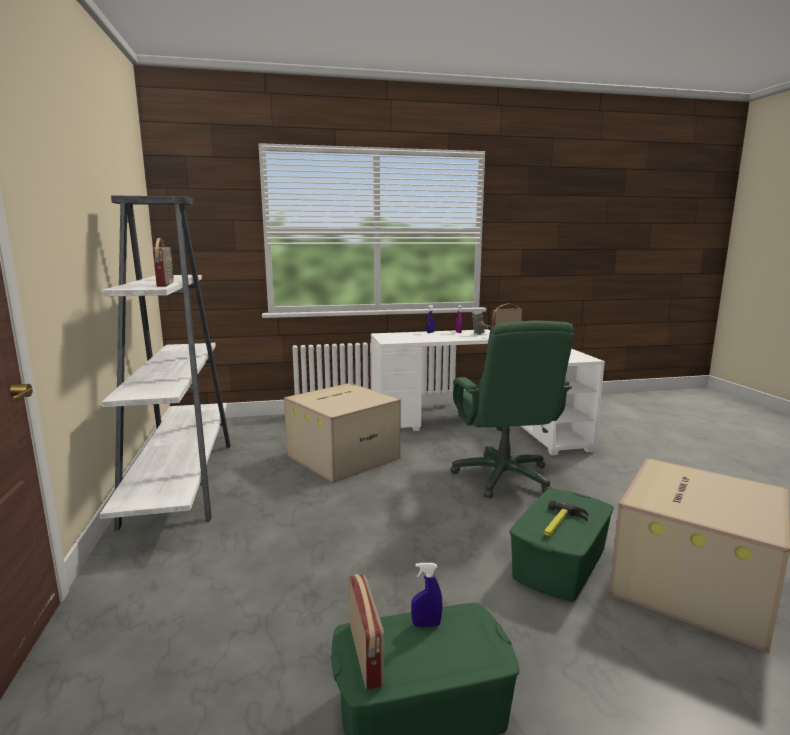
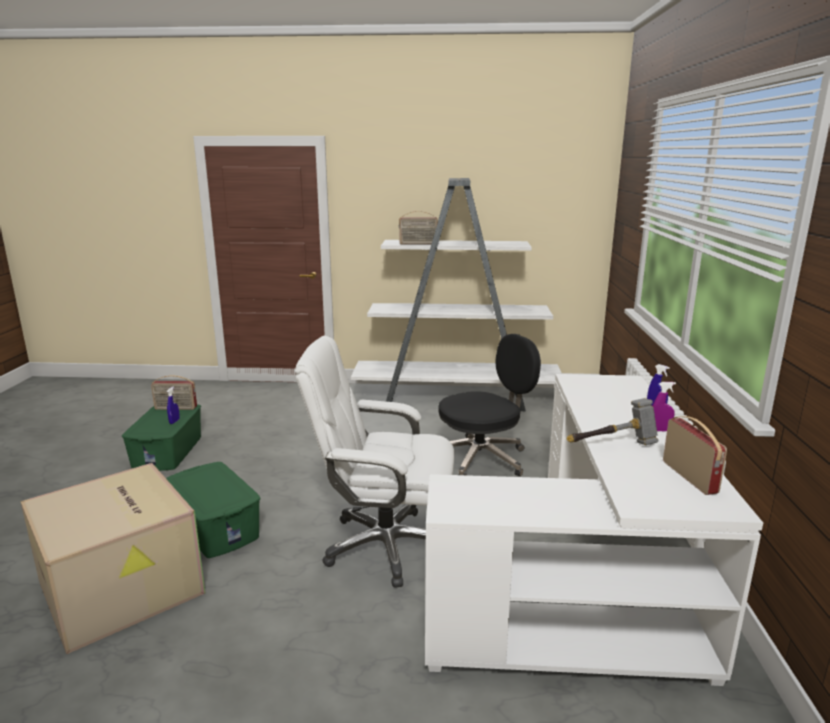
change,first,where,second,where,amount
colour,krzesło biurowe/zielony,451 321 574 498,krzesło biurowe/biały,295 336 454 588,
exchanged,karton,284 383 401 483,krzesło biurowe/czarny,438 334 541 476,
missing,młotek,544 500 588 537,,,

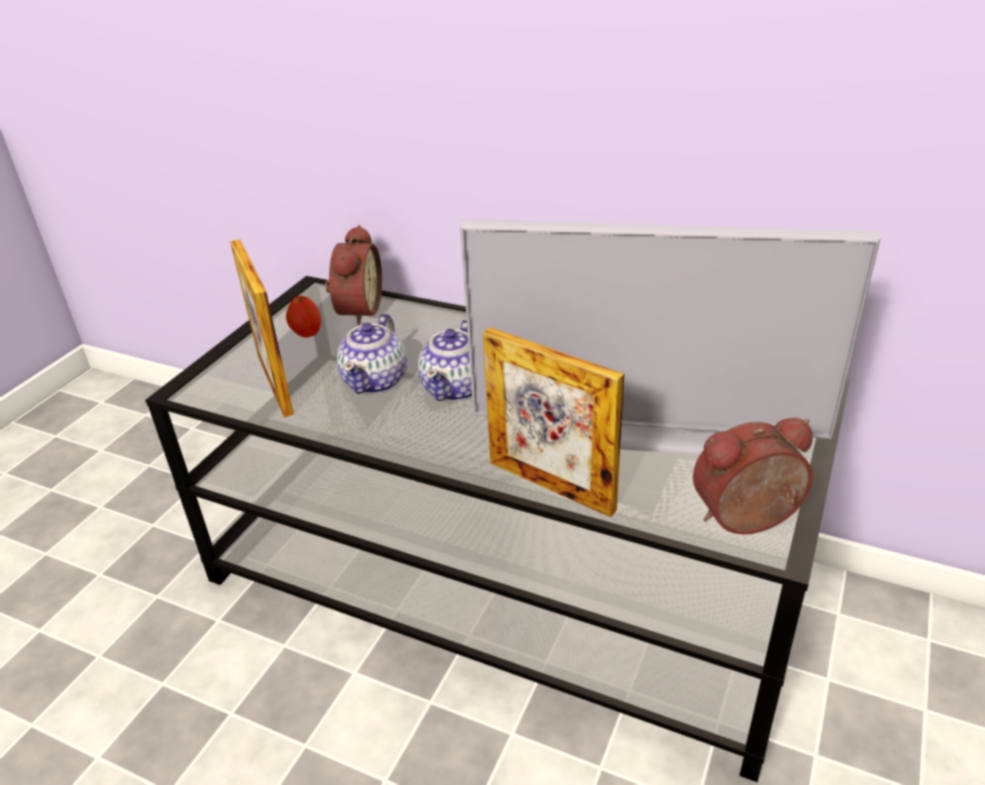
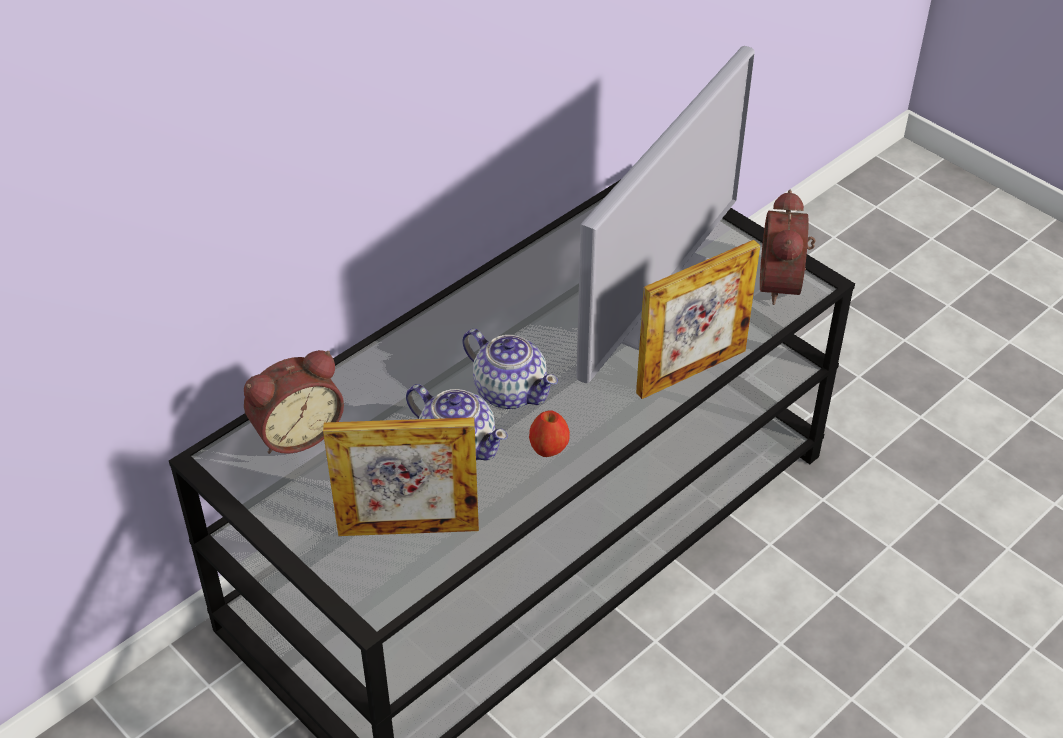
change,first,where,second,where,amount
spun,budzik,325 225 382 326,,244 350 344 454,120 degrees clockwise
relocated,jabłko,286 296 321 338,,529 410 570 457,

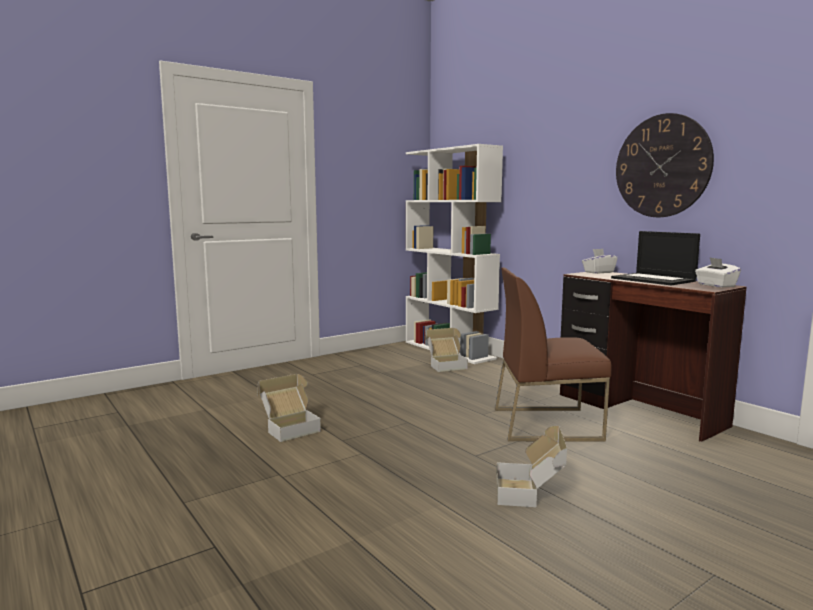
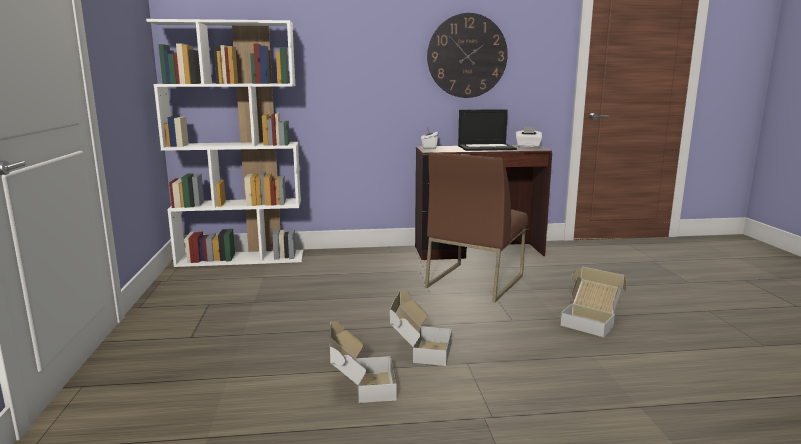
change,first,where,second,where,amount
relocated,karton,425 328 468 372,,390 291 452 366,

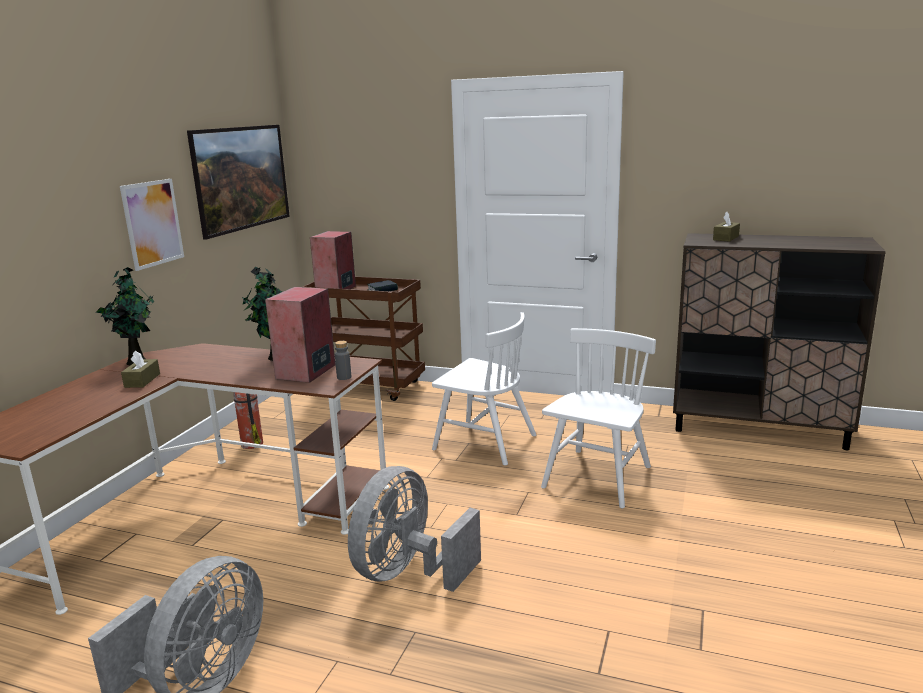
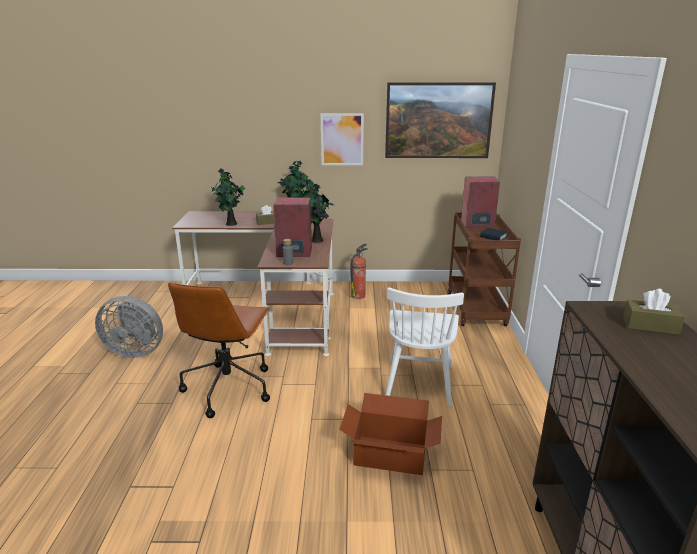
change,first,where,second,where,amount
exchanged,wentylator/szary,348 466 481 592,krzesło biurowe/brązowy,168 283 270 418,
appeared,,,roślina doniczkowa,212 169 245 226,
exchanged,krzesło/biały,541 328 656 508,karton,339 393 442 475,

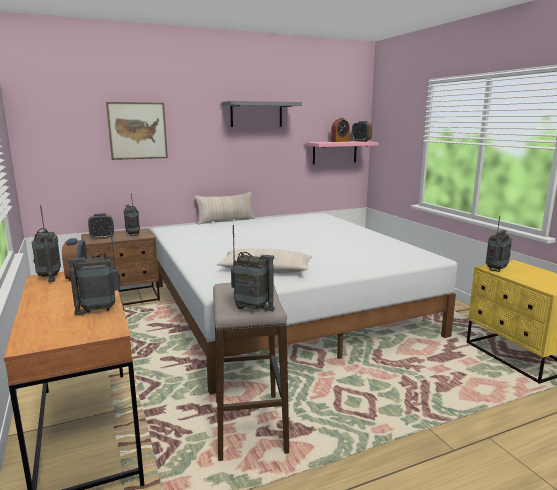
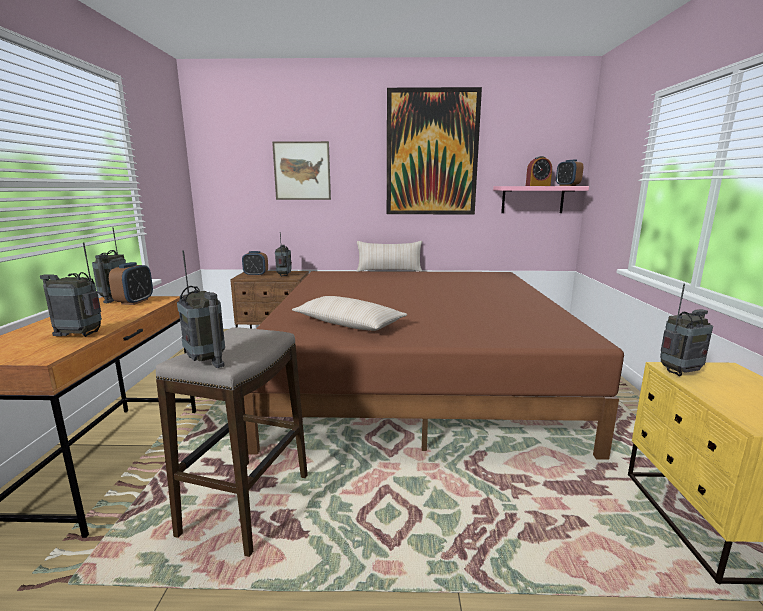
change,first,where,second,where,amount
colour,łóżko/biały,151 213 457 395,łóżko/brązowy,244 271 624 460,
exchanged,półka/szary,222 101 302 127,obraz,387 87 482 214,

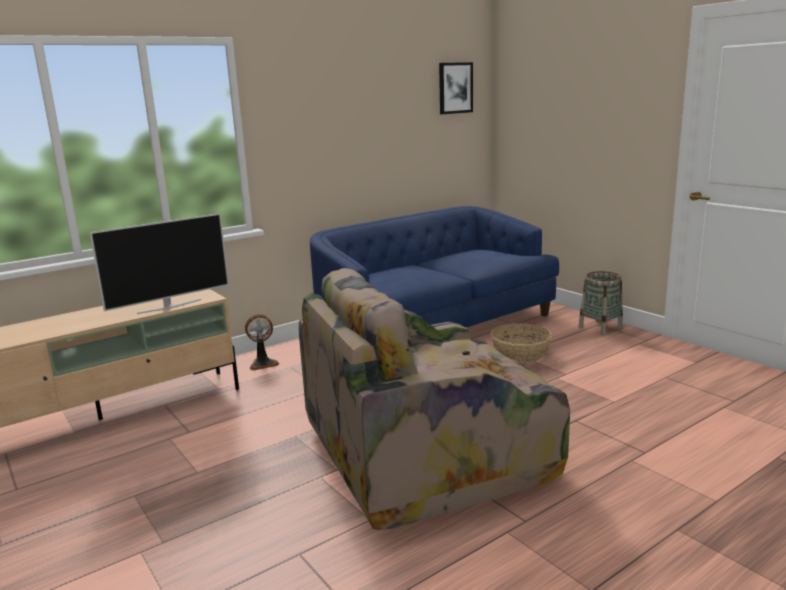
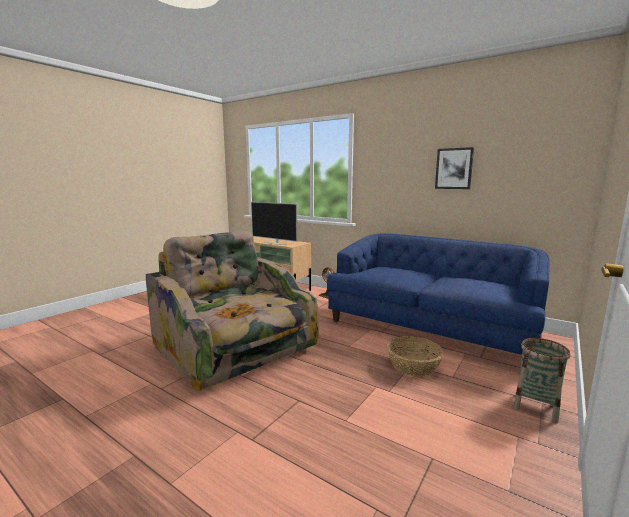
change,first,where,second,where,amount
relocated,obraz,439 62 473 114,,435 147 474 189,

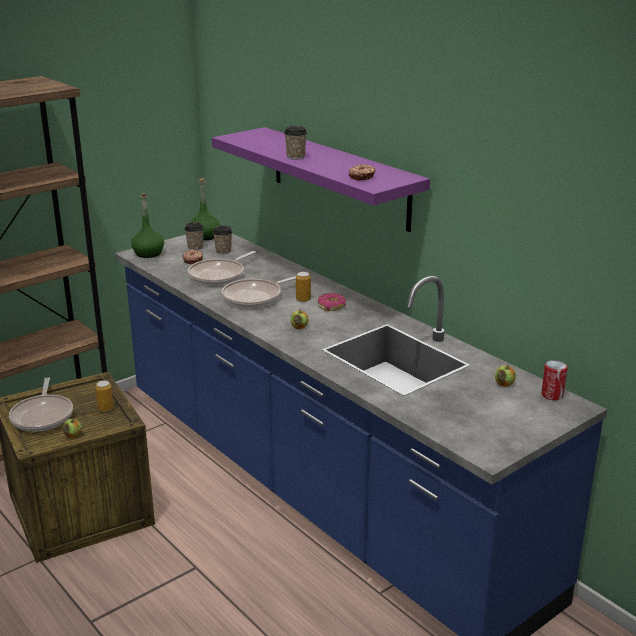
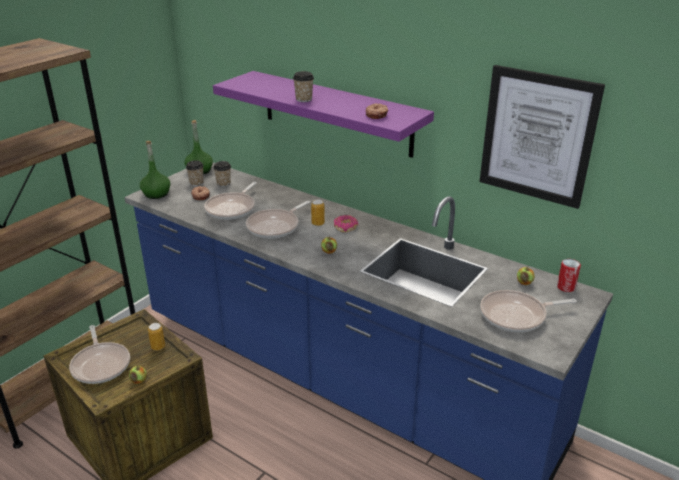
change,first,where,second,where,amount
appeared,,,obraz,479 65 605 209,
appeared,,,patelnia,480 290 577 332,

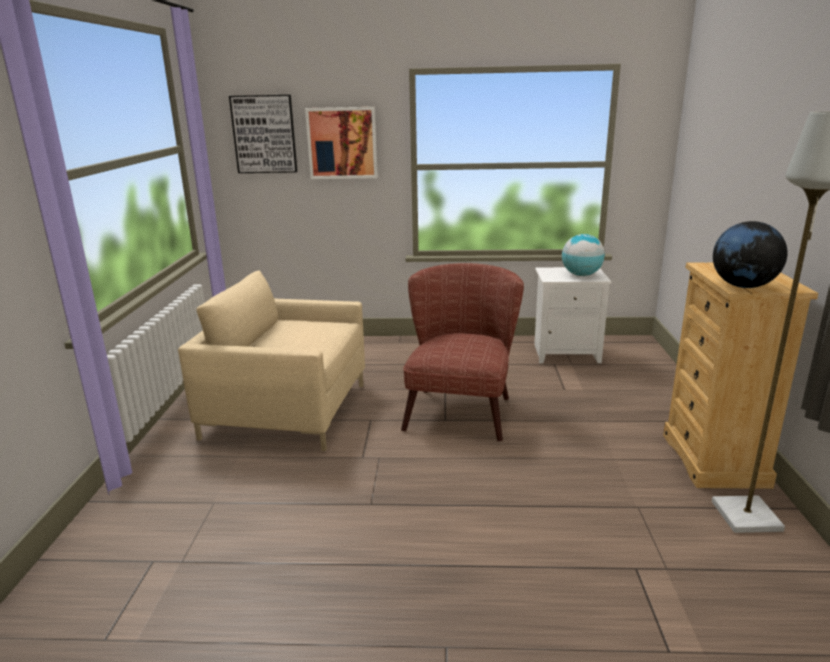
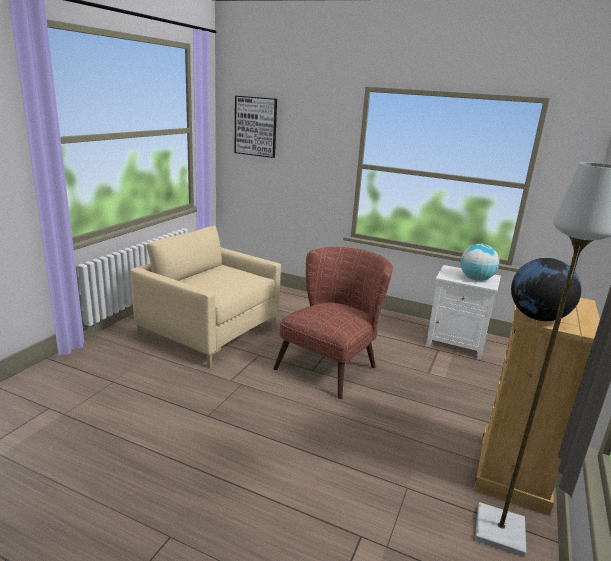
change,first,where,second,where,amount
missing,obraz,305 107 378 179,,,

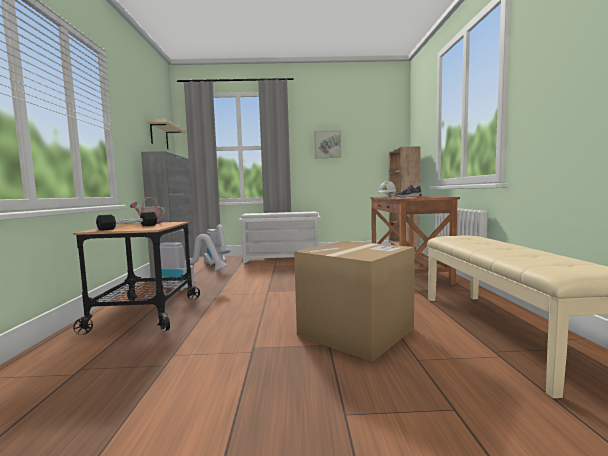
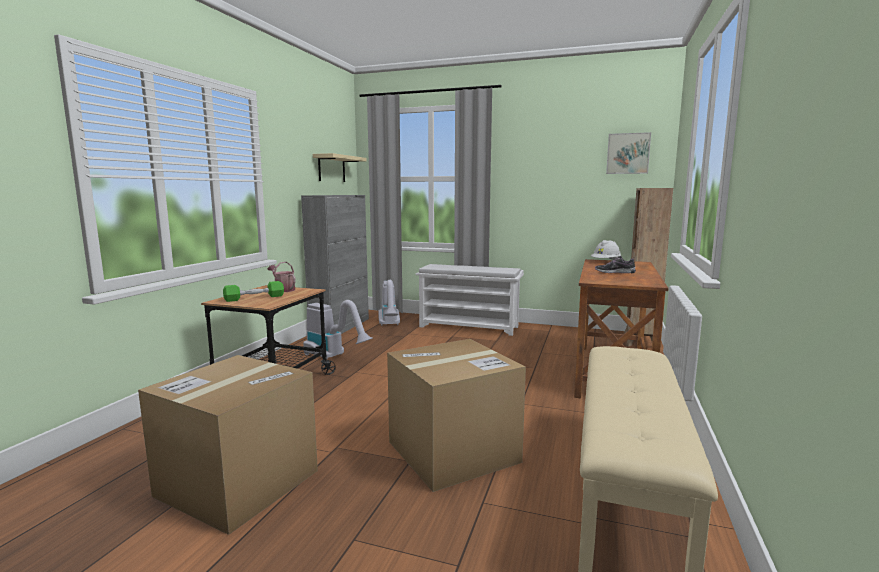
change,first,where,second,where,amount
appeared,,,karton,138 355 318 535,
colour,hantel/czarny,96 212 157 231,hantel/zielony,223 281 284 302,
relocated,obraz,314 130 341 158,,606 132 651 174,

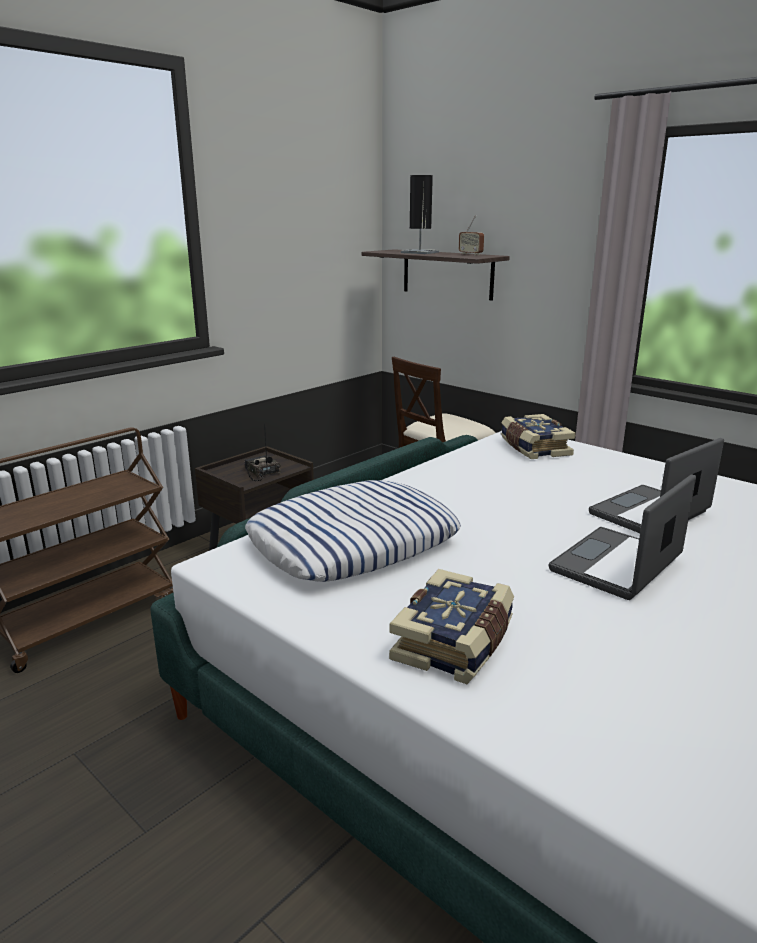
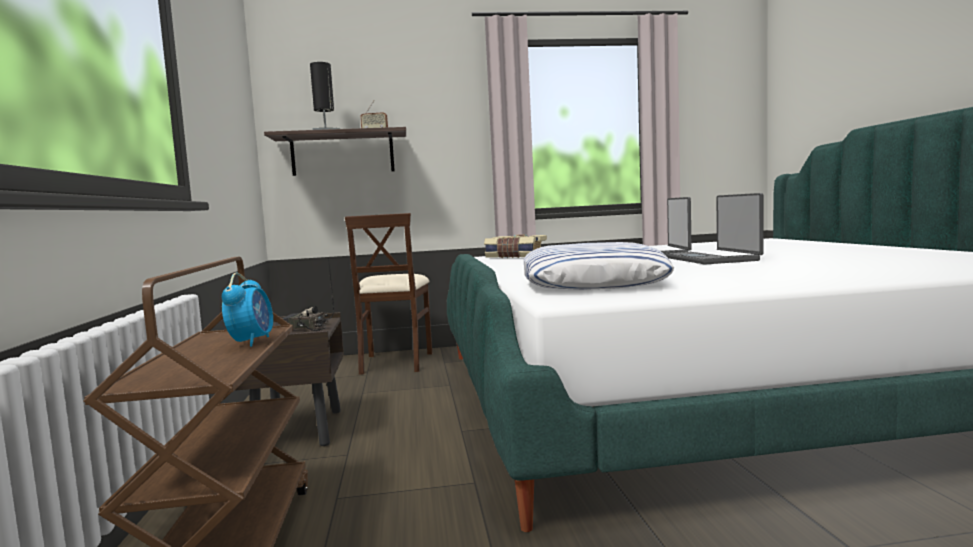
change,first,where,second,where,amount
appeared,,,budzik,222 273 273 347,
missing,książka,389 569 514 684,,,

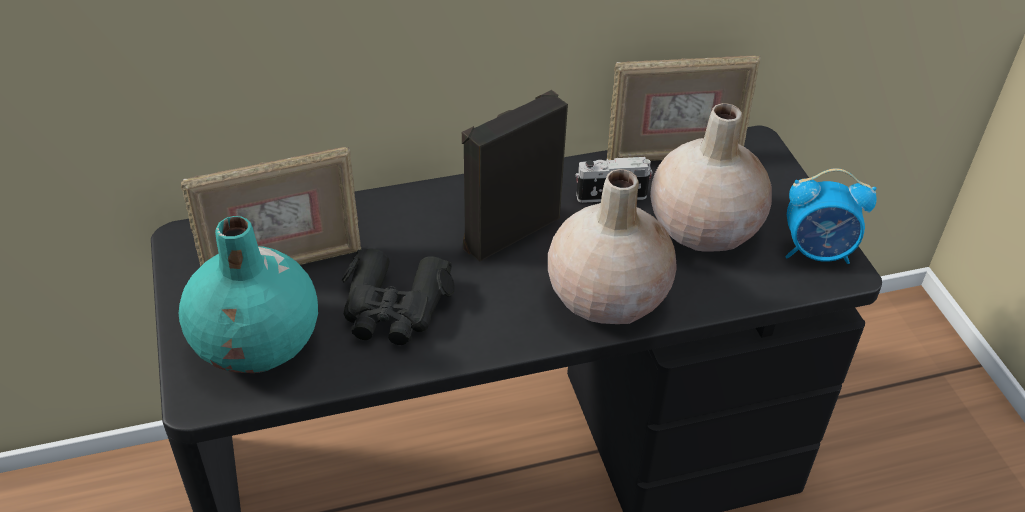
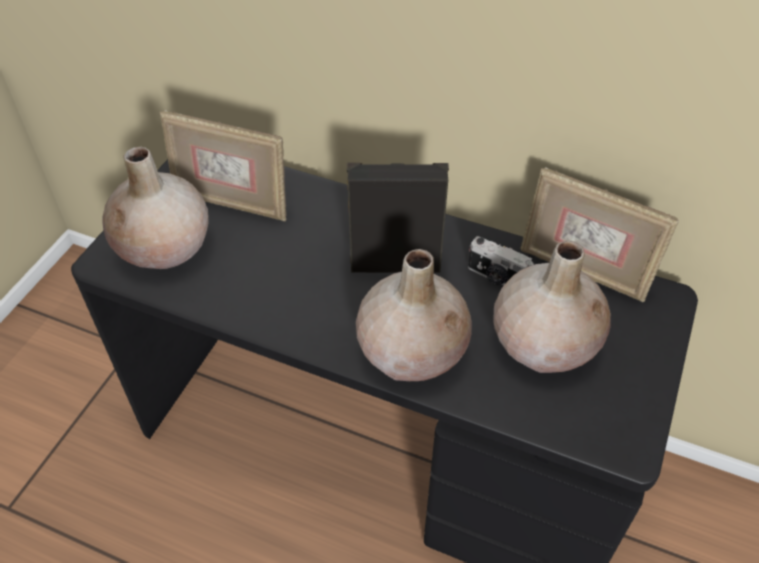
change,first,where,second,where,amount
colour,wazon/turkusowy,178 216 318 373,wazon/beżowy,103 147 209 269,
missing,lornetka/czarny,341 248 455 345,,,
missing,budzik,785 168 877 264,,,

